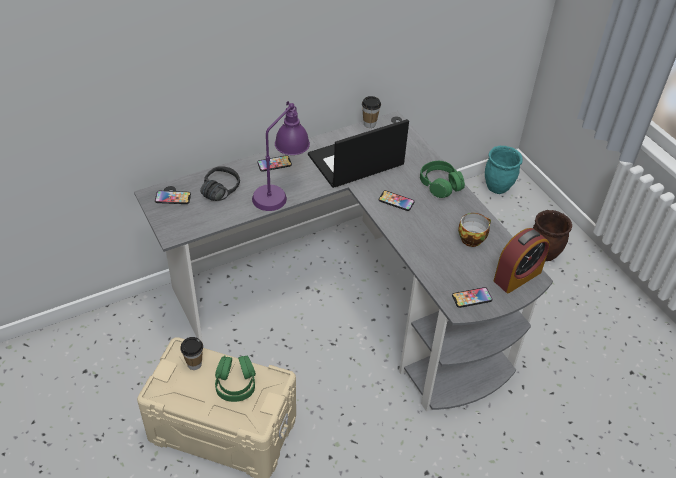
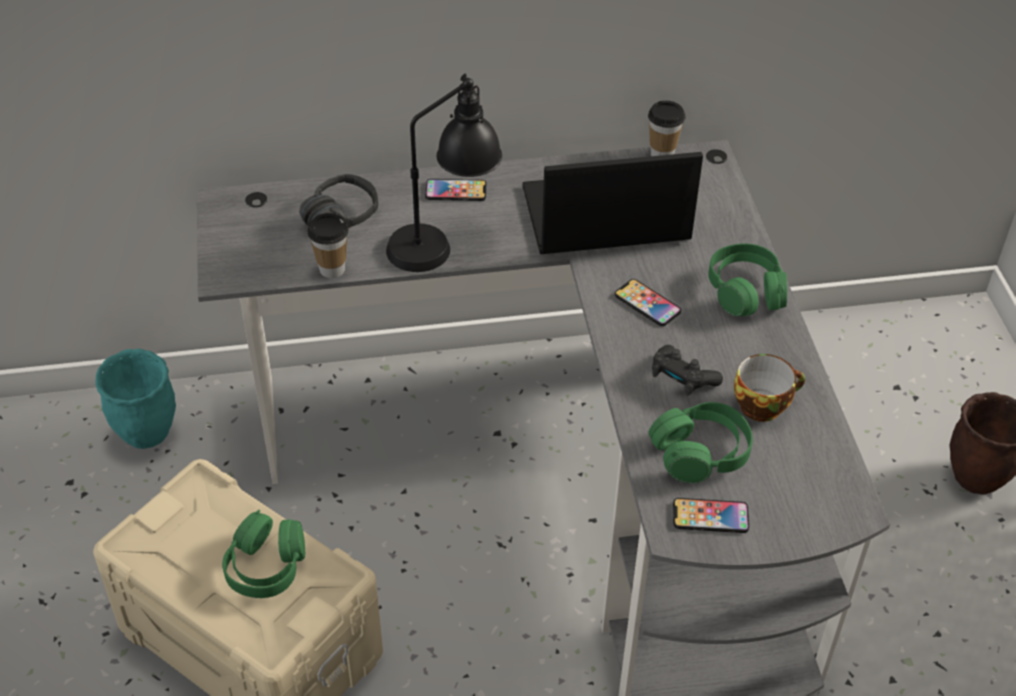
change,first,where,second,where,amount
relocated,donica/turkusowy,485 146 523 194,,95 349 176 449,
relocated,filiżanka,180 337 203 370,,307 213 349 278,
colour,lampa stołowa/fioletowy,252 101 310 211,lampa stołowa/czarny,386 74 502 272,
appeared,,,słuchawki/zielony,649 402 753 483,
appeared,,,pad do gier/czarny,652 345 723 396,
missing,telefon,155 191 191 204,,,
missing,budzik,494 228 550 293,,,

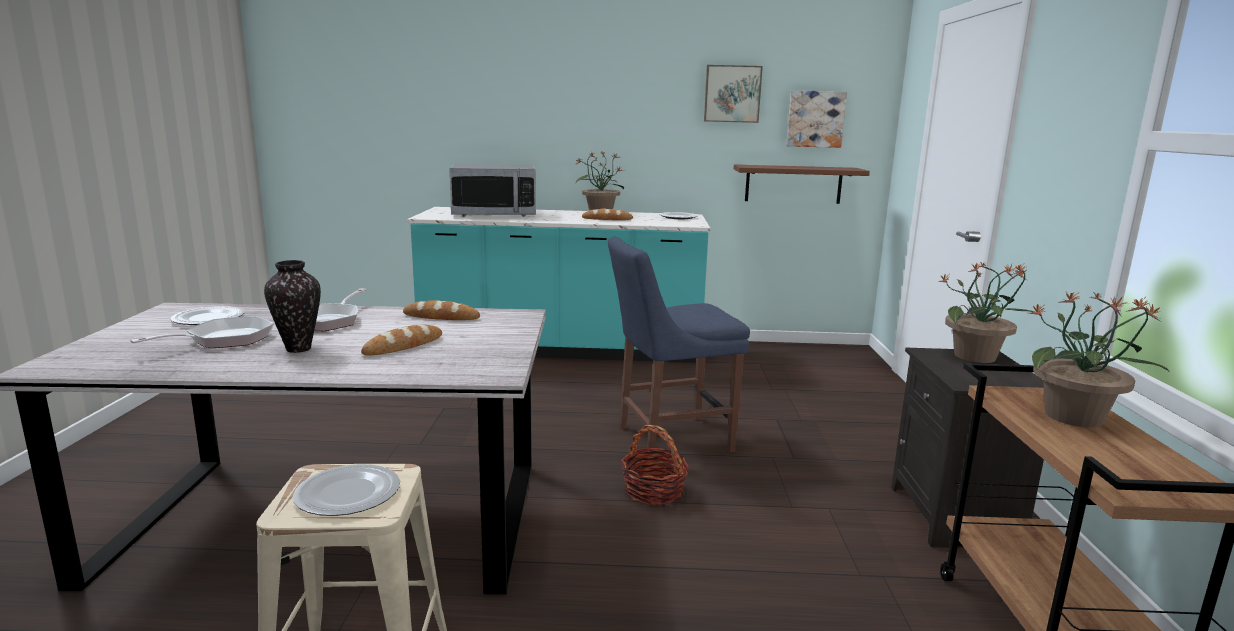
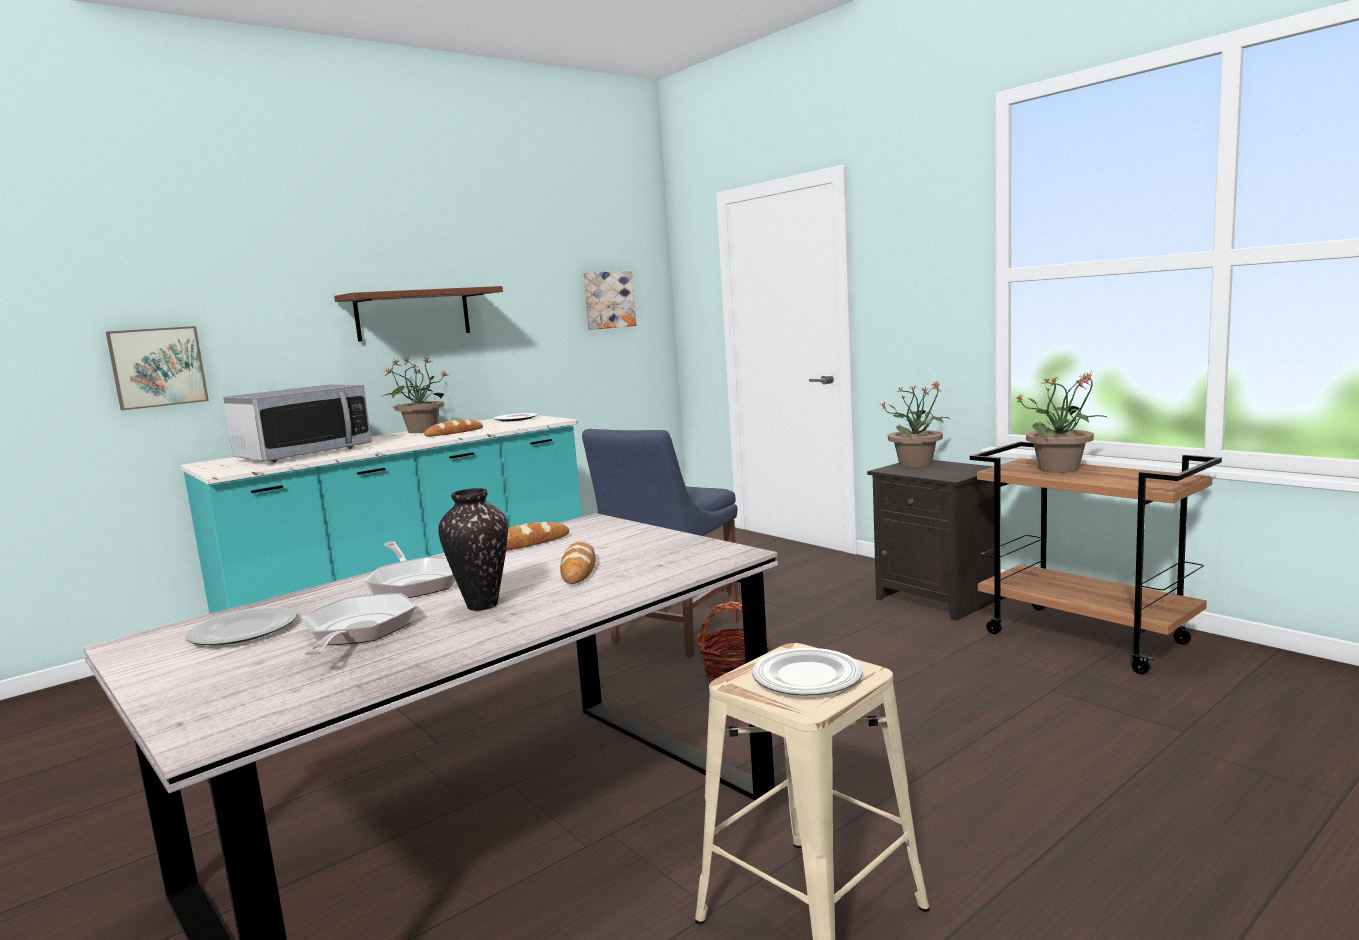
change,first,where,second,where,amount
relocated,obraz,704 65 763 123,,106 326 209 410,
relocated,półka/brązowy,734 165 870 204,,334 286 503 342,

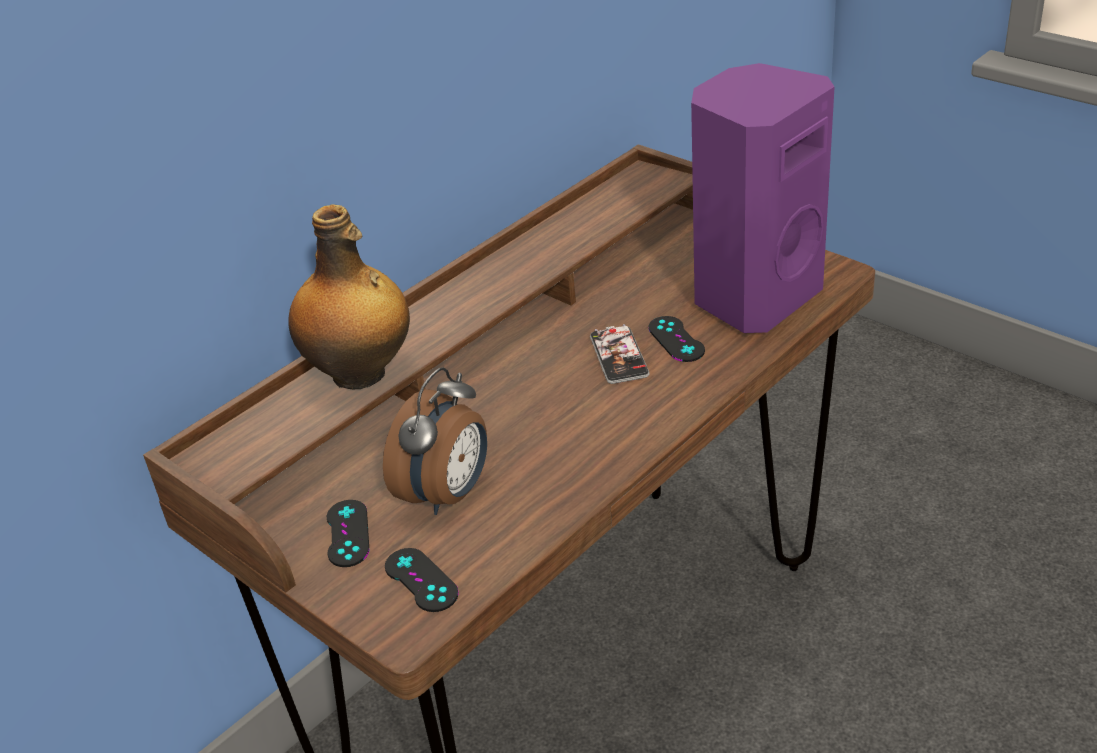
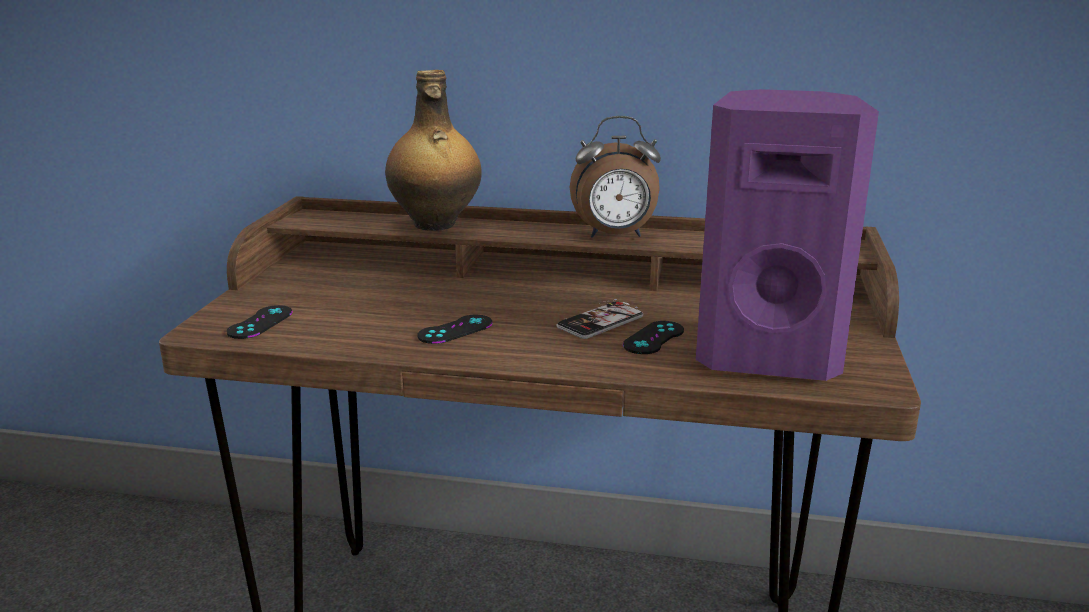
change,first,where,second,where,amount
relocated,pad do gier/czarny,327 500 369 567,,417 315 493 344,
relocated,budzik,383 367 487 515,,570 116 661 238,

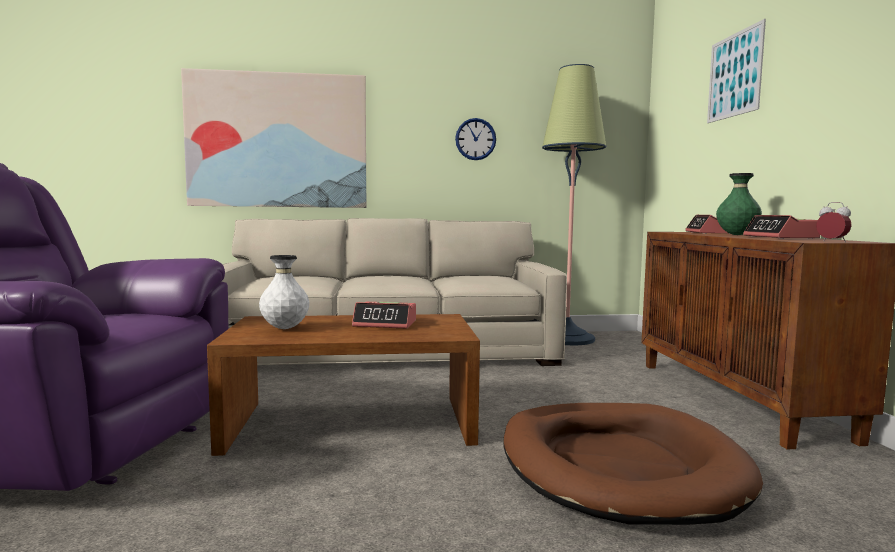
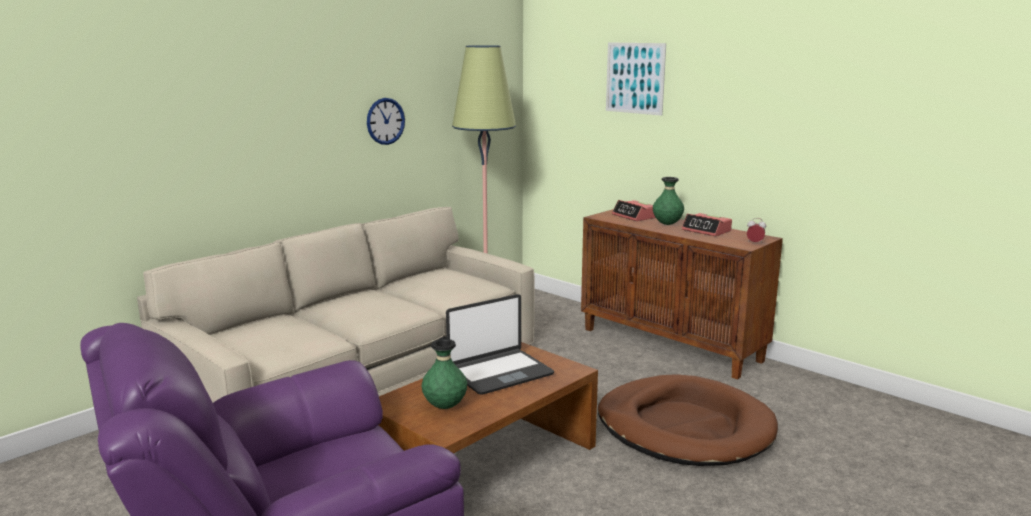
change,first,where,second,where,amount
colour,wazon/biały,259 255 309 329,wazon/zielony,422 339 467 409,
exchanged,budzik,352 302 416 329,laptop,446 294 554 395,
missing,obraz,181 68 366 208,,,

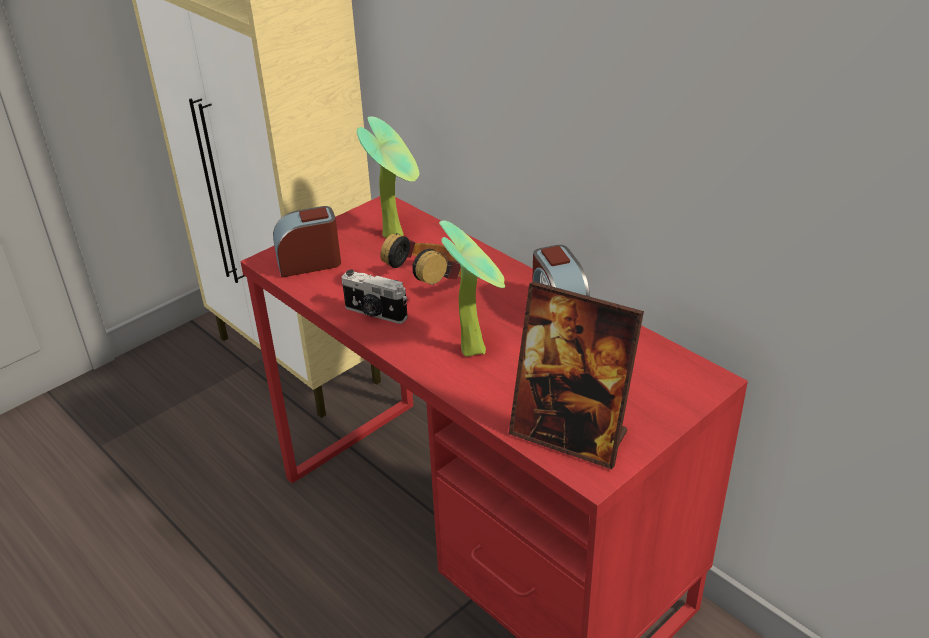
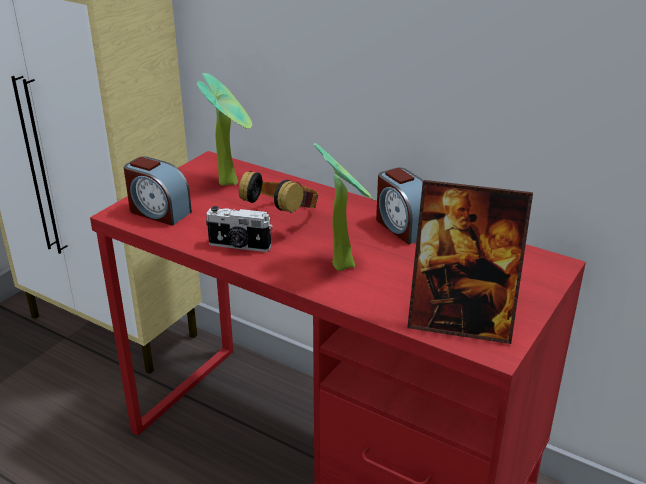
change,first,where,second,where,amount
spun,budzik,273 206 341 278,,124 156 192 226,120 degrees counterclockwise

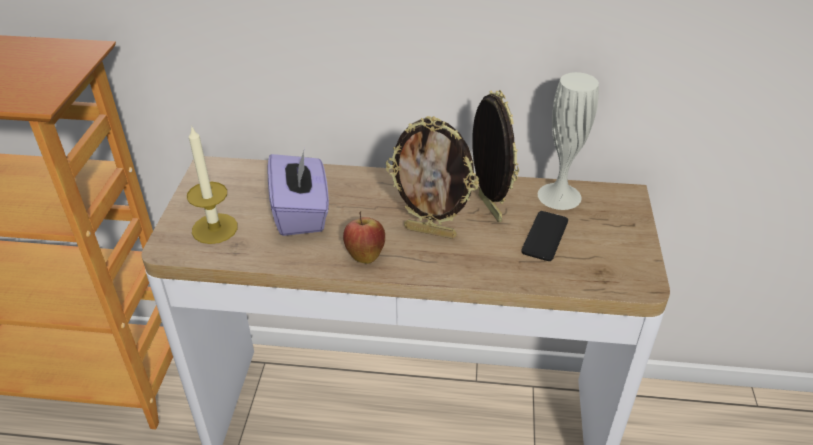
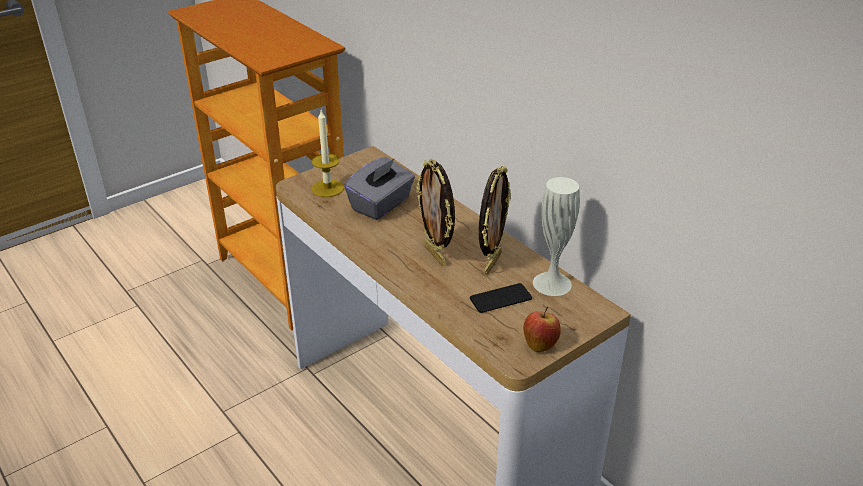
change,first,where,second,where,amount
colour,pudełko chusteczek/fioletowy,268 148 329 236,pudełko chusteczek/szary,344 157 415 220,
relocated,jabłko,343 211 385 264,,524 307 561 352,

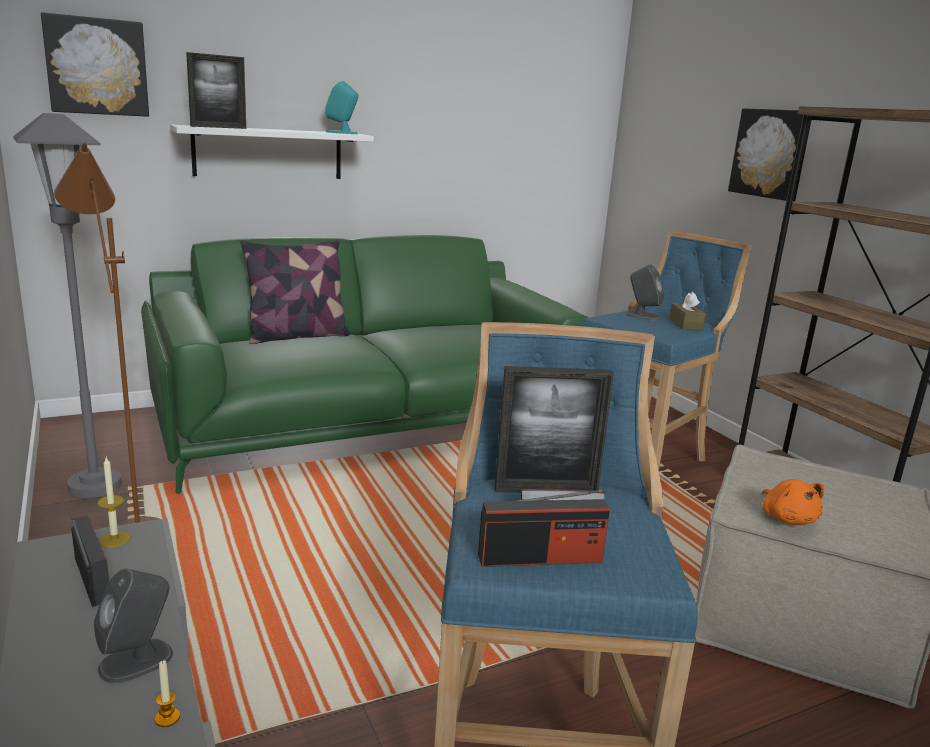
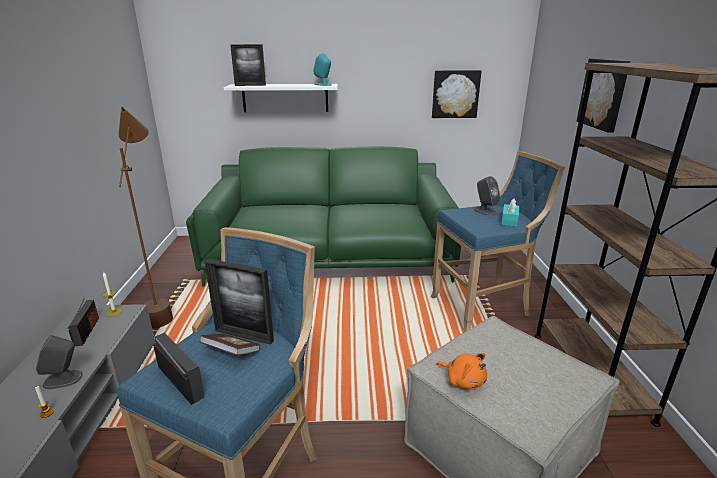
change,first,where,second,where,amount
spun,radio,478 489 610 567,,151 332 205 405,150 degrees counterclockwise
relocated,obraz,41 12 149 117,,432 70 481 118,
spun,pluszak/pomarańczowy,762 479 824 525,,436 353 487 390,60 degrees counterclockwise
colour,pudełko chusteczek/brązowy,669 292 706 330,pudełko chusteczek/turkusowy,501 198 519 227,
missing,lampa stojąca/szary,13 113 122 498,,,
missing,poduszka,240 240 350 344,,,

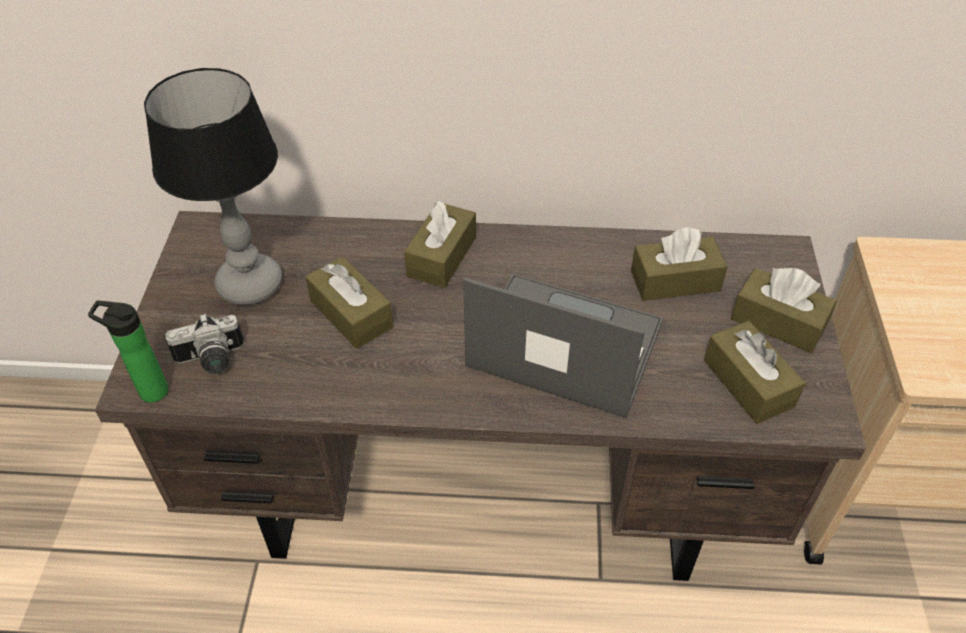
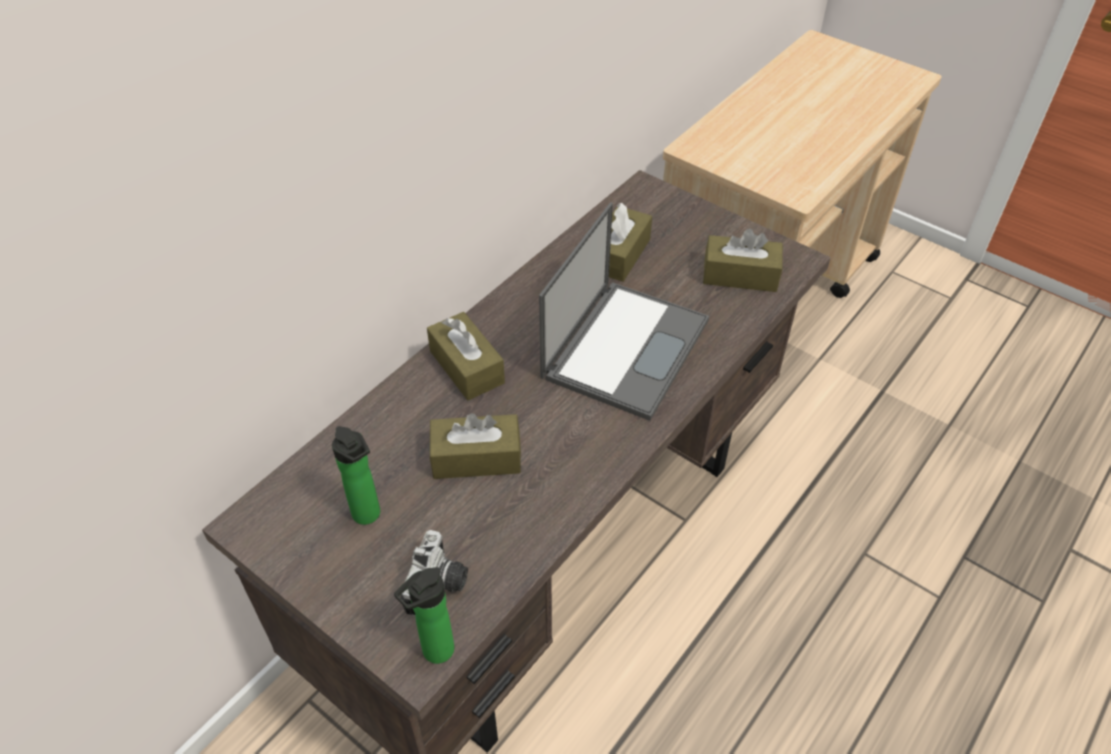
change,first,where,second,where,amount
exchanged,lampa stołowa,144 68 282 305,butelka,332 426 380 525,
spun,laptop,463 274 663 418,,539 202 709 421,150 degrees clockwise
missing,pudełko chusteczek/brązowy,731 268 837 353,,,

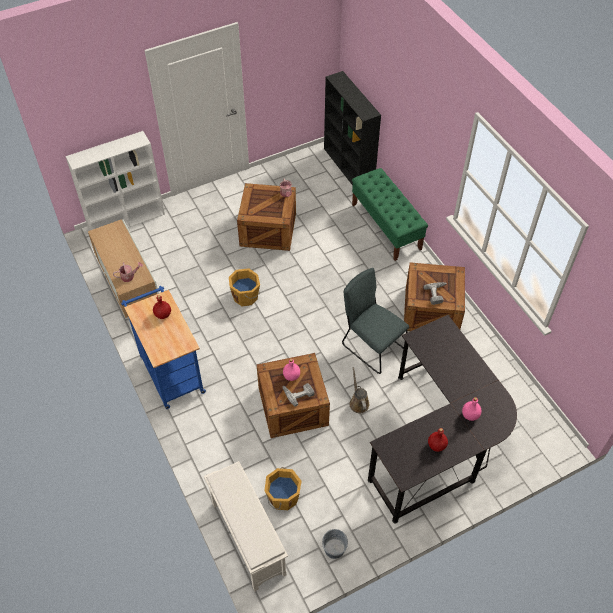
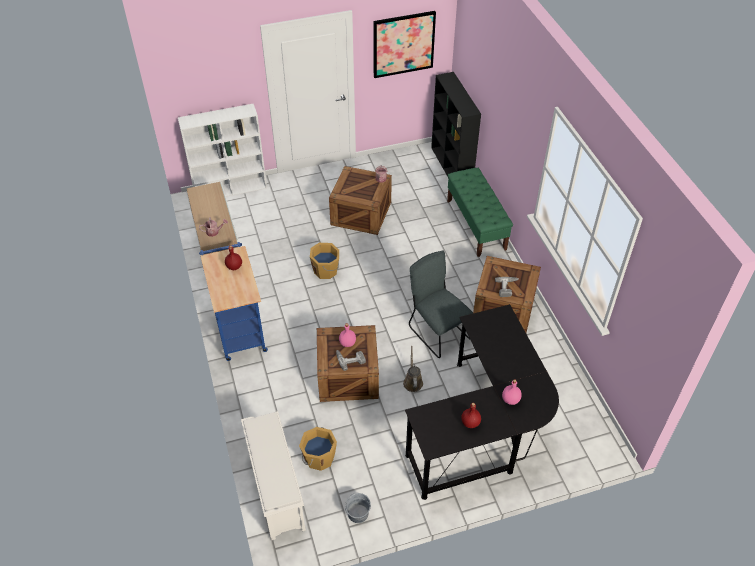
change,first,where,second,where,amount
appeared,,,obraz,373 11 436 78,

